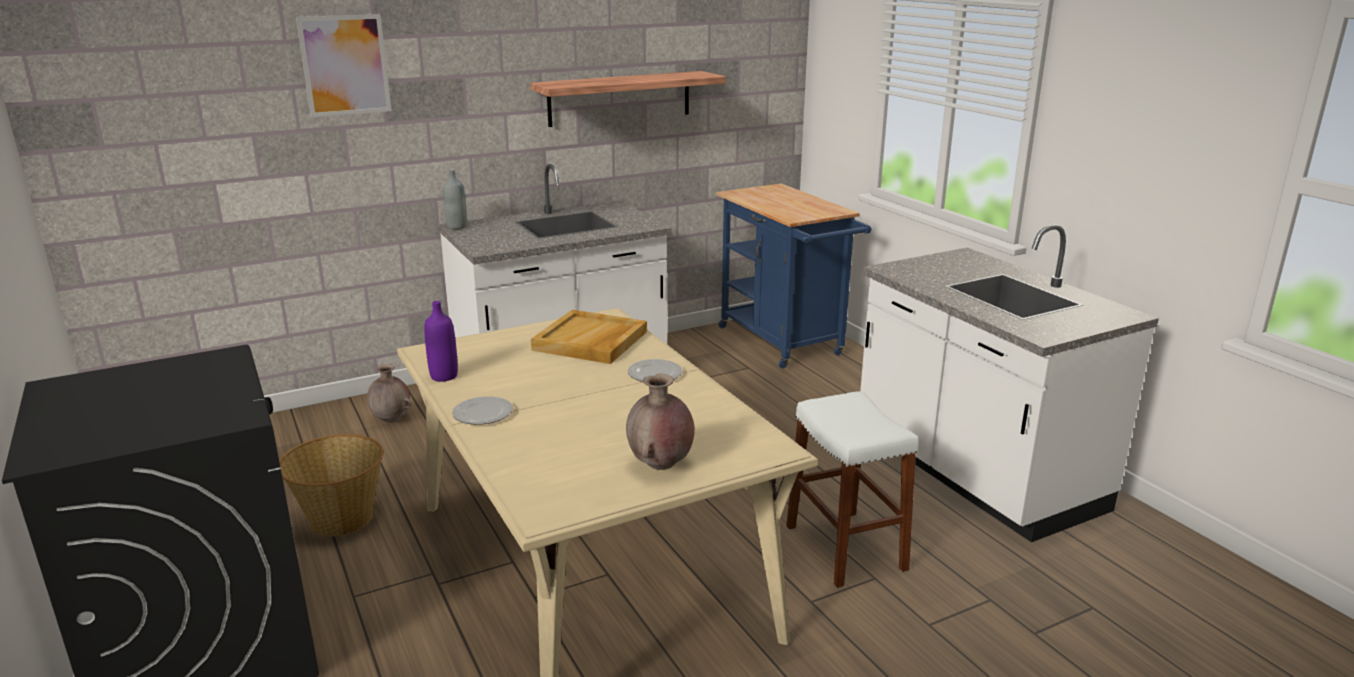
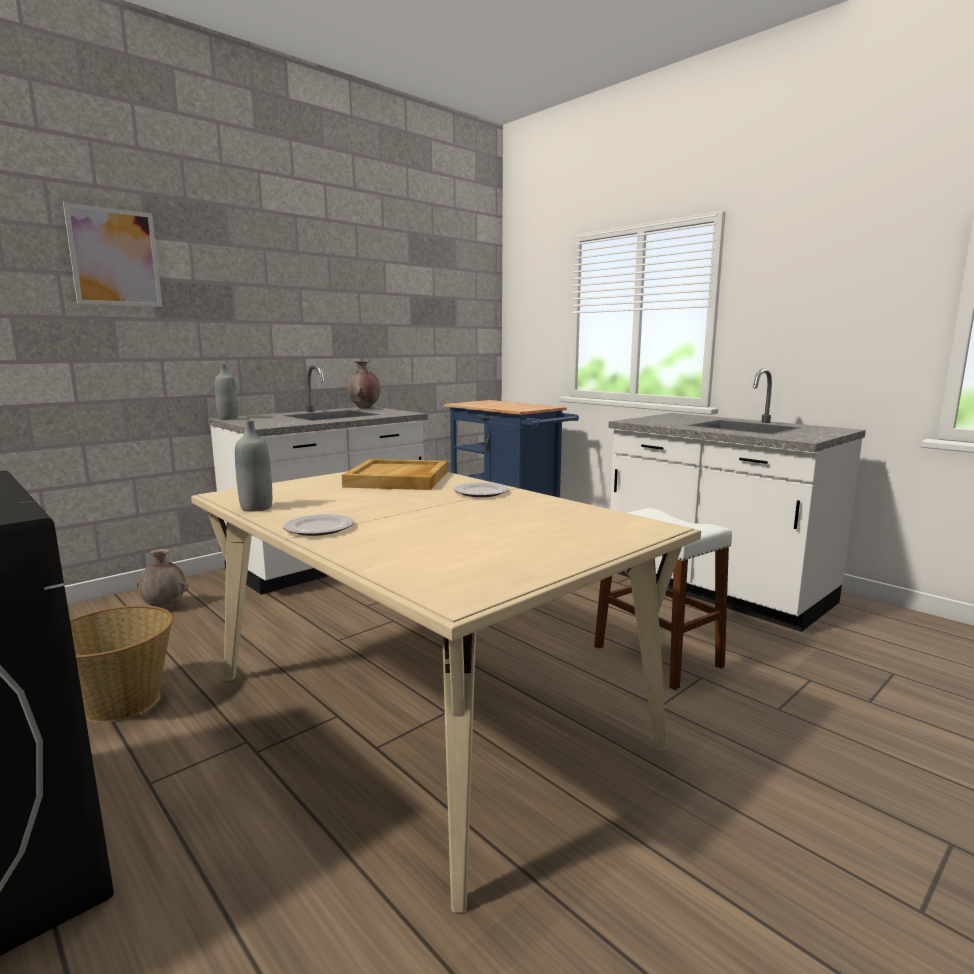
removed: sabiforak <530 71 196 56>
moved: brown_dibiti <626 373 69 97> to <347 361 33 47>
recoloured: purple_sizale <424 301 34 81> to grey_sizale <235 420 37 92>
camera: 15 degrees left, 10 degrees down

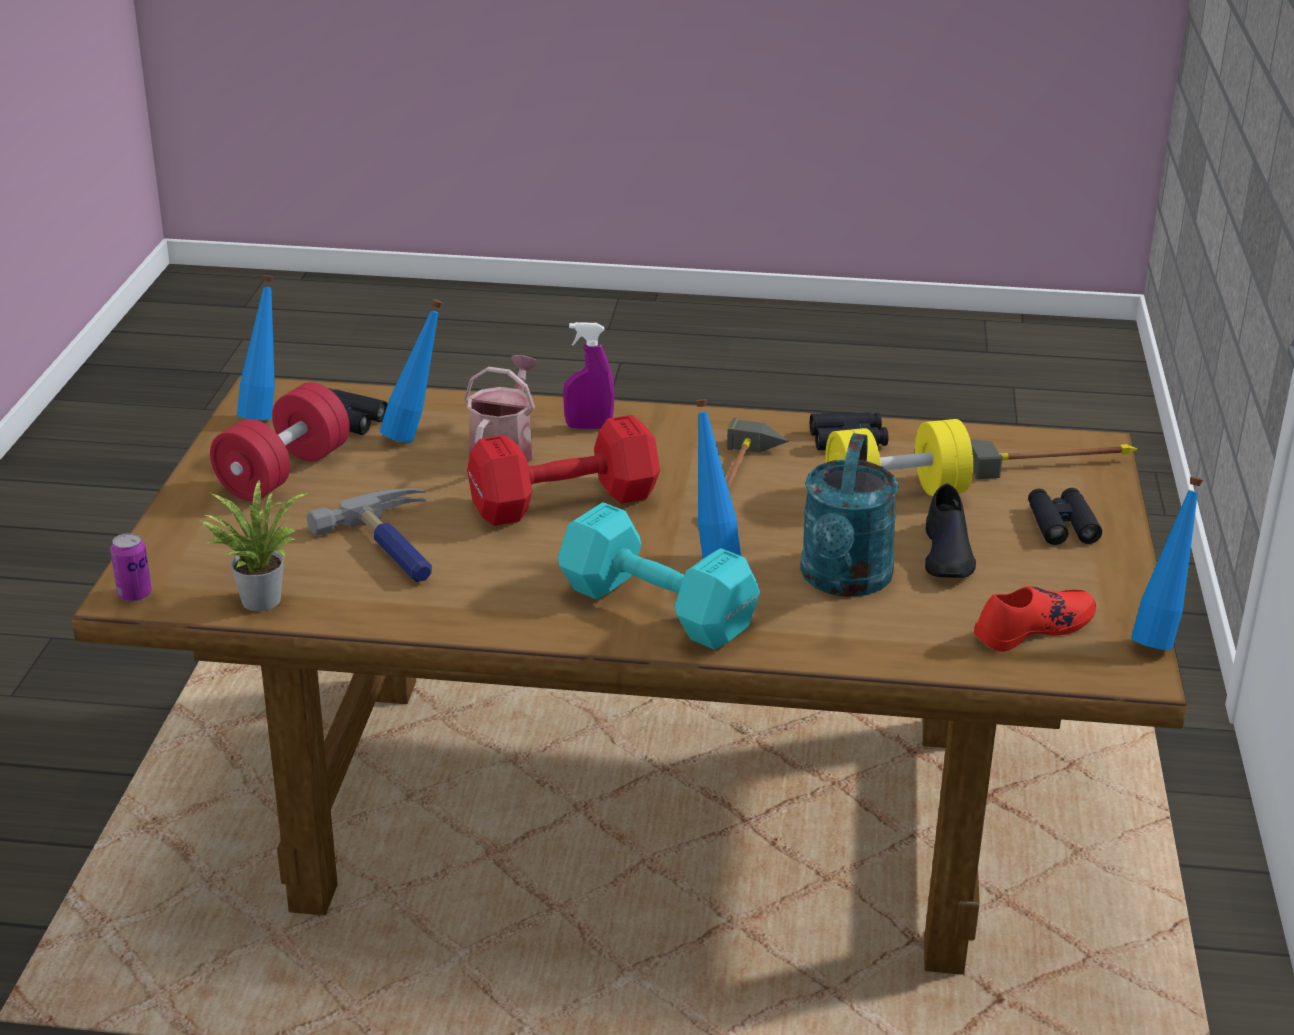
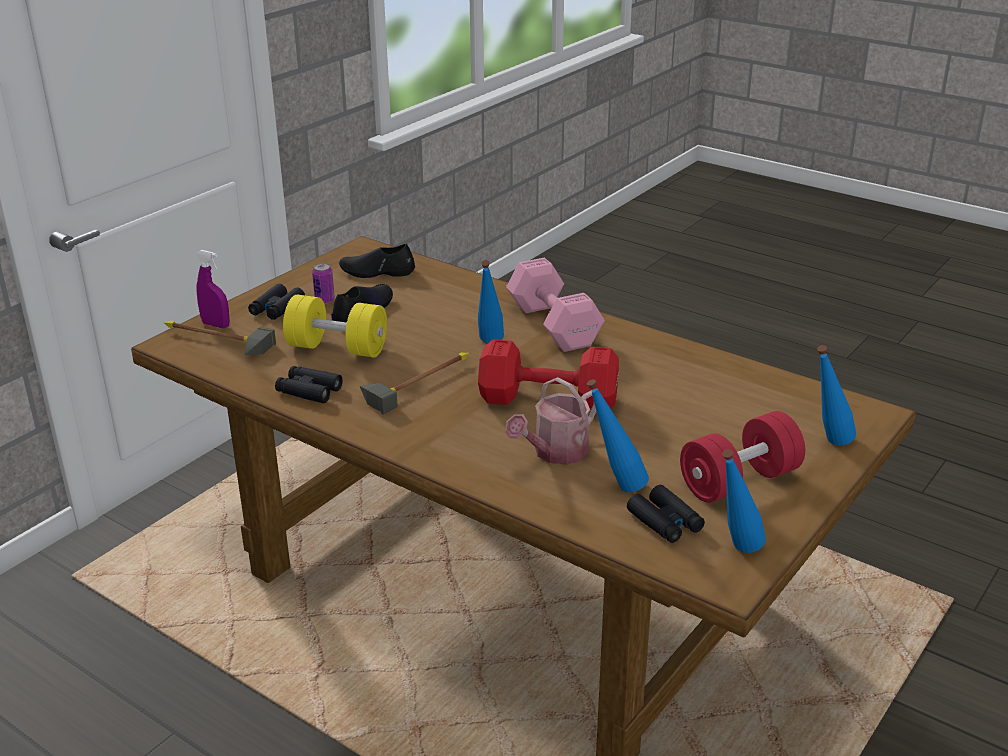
removed: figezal <197 480 113 131>; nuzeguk <307 488 125 94>; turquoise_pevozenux <800 433 99 164>
moved: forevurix <110 533 42 69> to <312 263 23 41>; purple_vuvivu <563 322 51 107> to <196 250 34 78>; blue_sizale <1131 477 72 173> to <817 345 39 101>
recoloured: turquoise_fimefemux <558 502 202 148> to pink_fimefemux <506 258 99 94>; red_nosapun <974 586 122 66> to black_nosapun <339 244 76 34>
camera: 150 degrees left, 0 degrees up

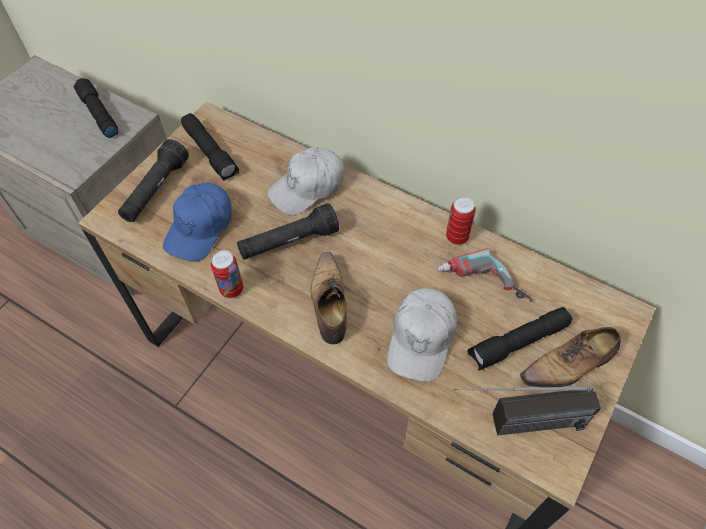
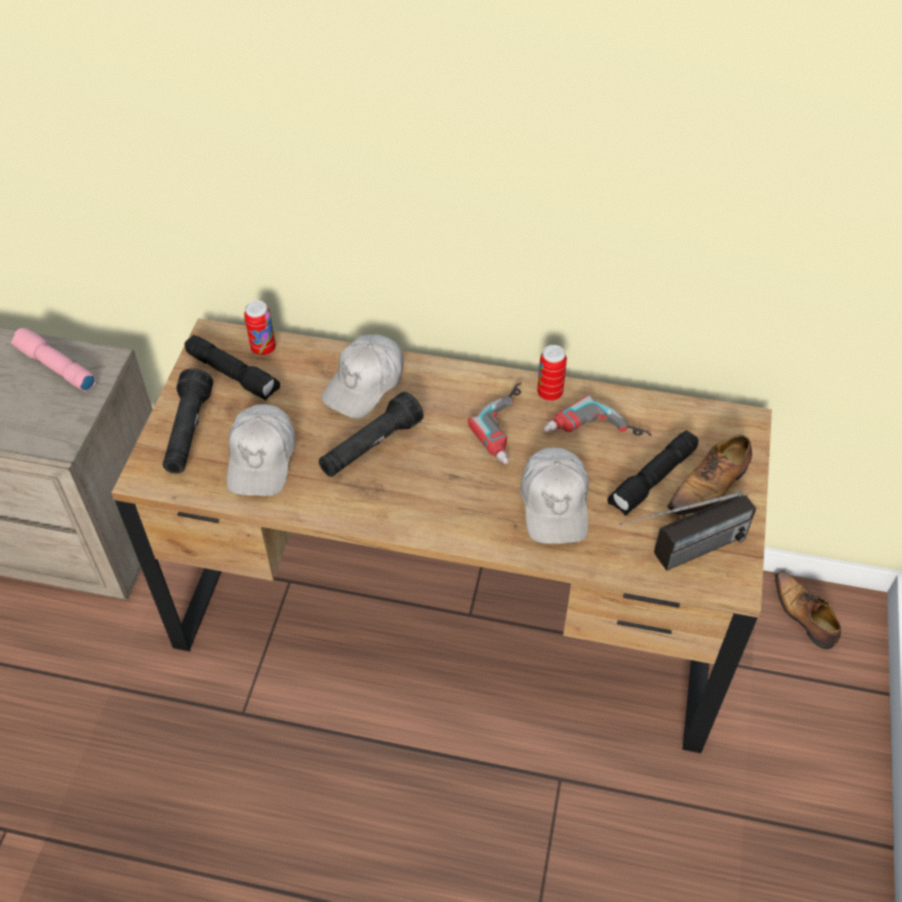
added: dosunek <468 383 53 81>
moved: forevurix <211 250 32 48> to <244 301 32 55>; nosapun <311 252 36 92> to <775 571 66 78>
recoloured: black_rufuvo <73 78 45 60> to pink_rufuvo <11 328 85 64>; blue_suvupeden <163 183 69 79> to white_suvupeden <227 404 68 92>
camera: 20 degrees left, 5 degrees down

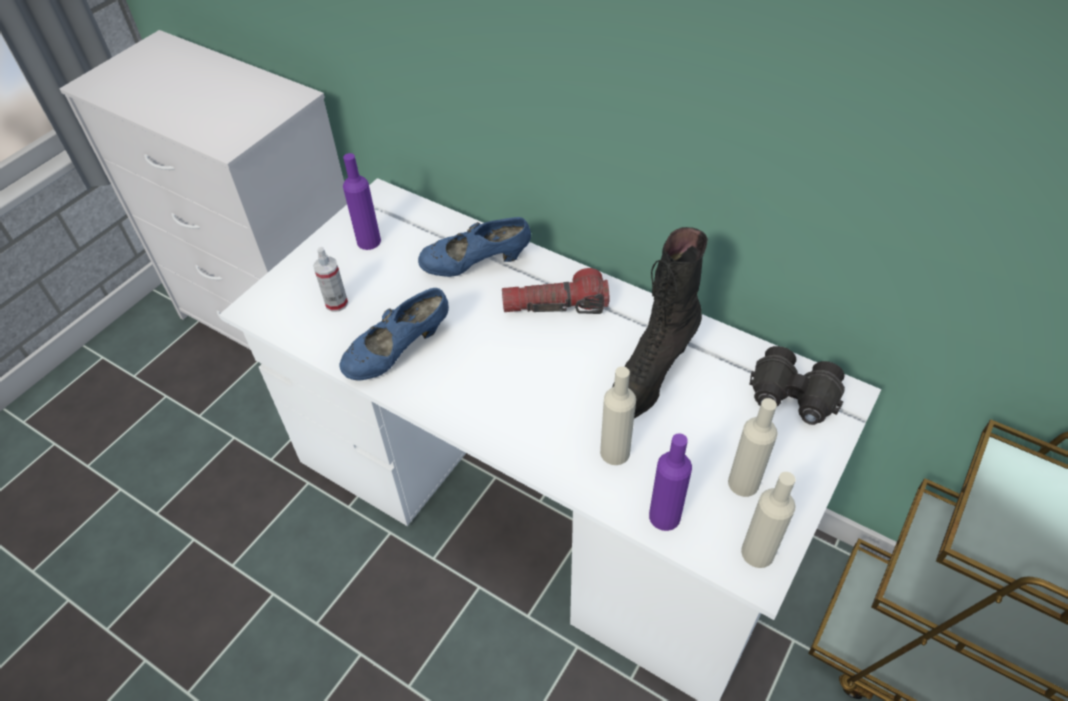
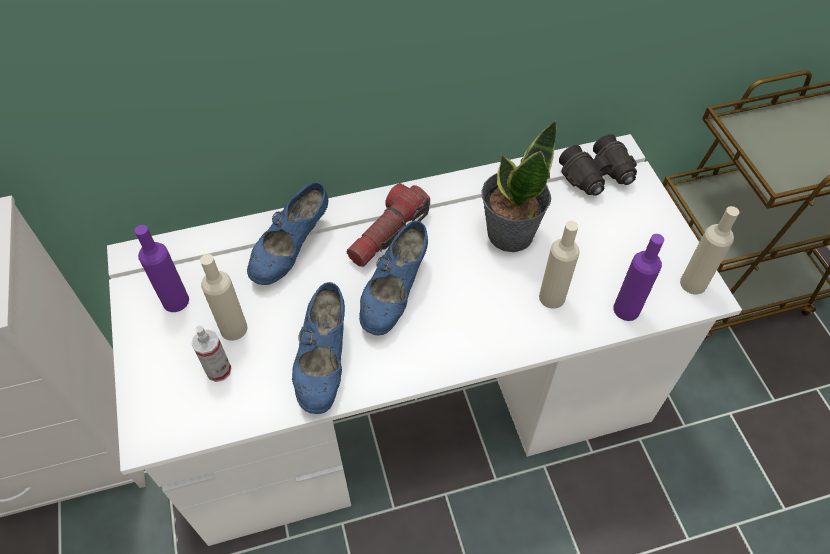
added: blue_nosapun <359 221 69 114>
moved: beige_sizale <728 398 50 99> to <200 254 47 87>
replaced: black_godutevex <612 227 96 192> to figezal <481 120 76 132>
camera: 50 degrees left, 5 degrees up

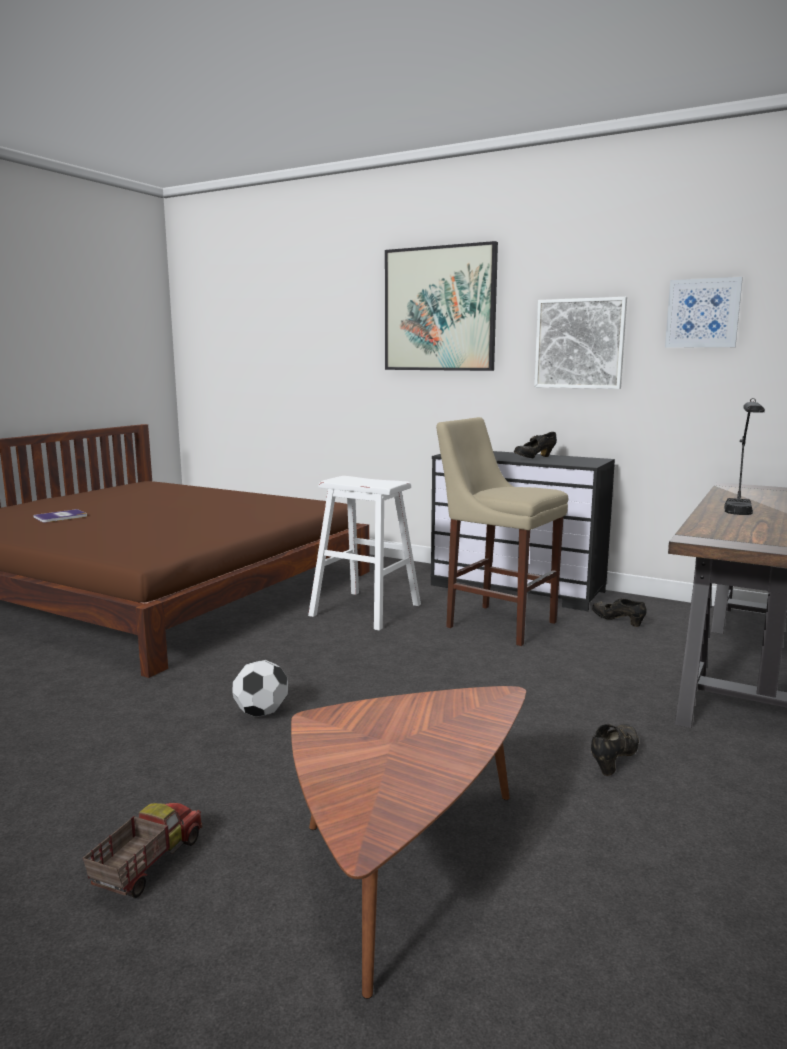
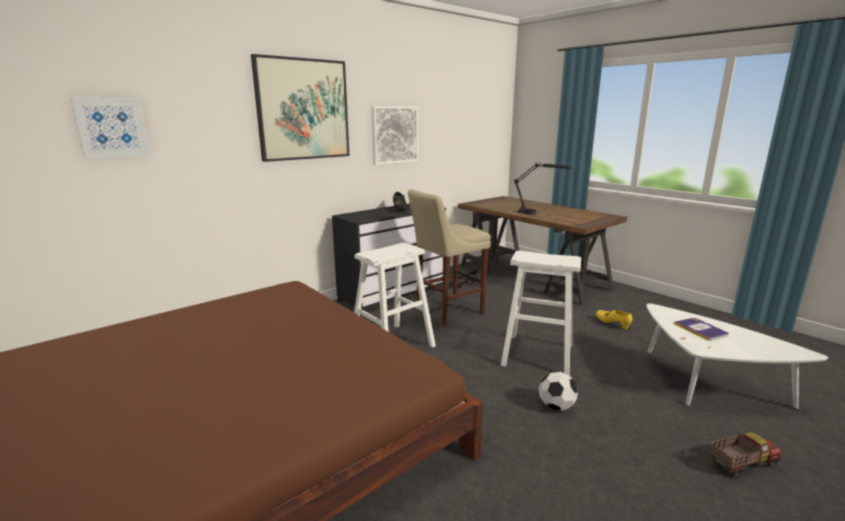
added: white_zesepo <501 251 80 125>
moved: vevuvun <33 509 54 13> to <674 318 55 23>; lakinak <665 277 78 71> to <71 97 79 61>
recoloured: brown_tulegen <291 686 236 313> to white_tulegen <646 303 182 106>; black_nosapun <591 724 48 52> to yellow_nosapun <596 310 36 19>
turned: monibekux <83 802 119 96> = <710 432 72 46> 120 degrees clockwise
camera: 70 degrees left, 5 degrees up

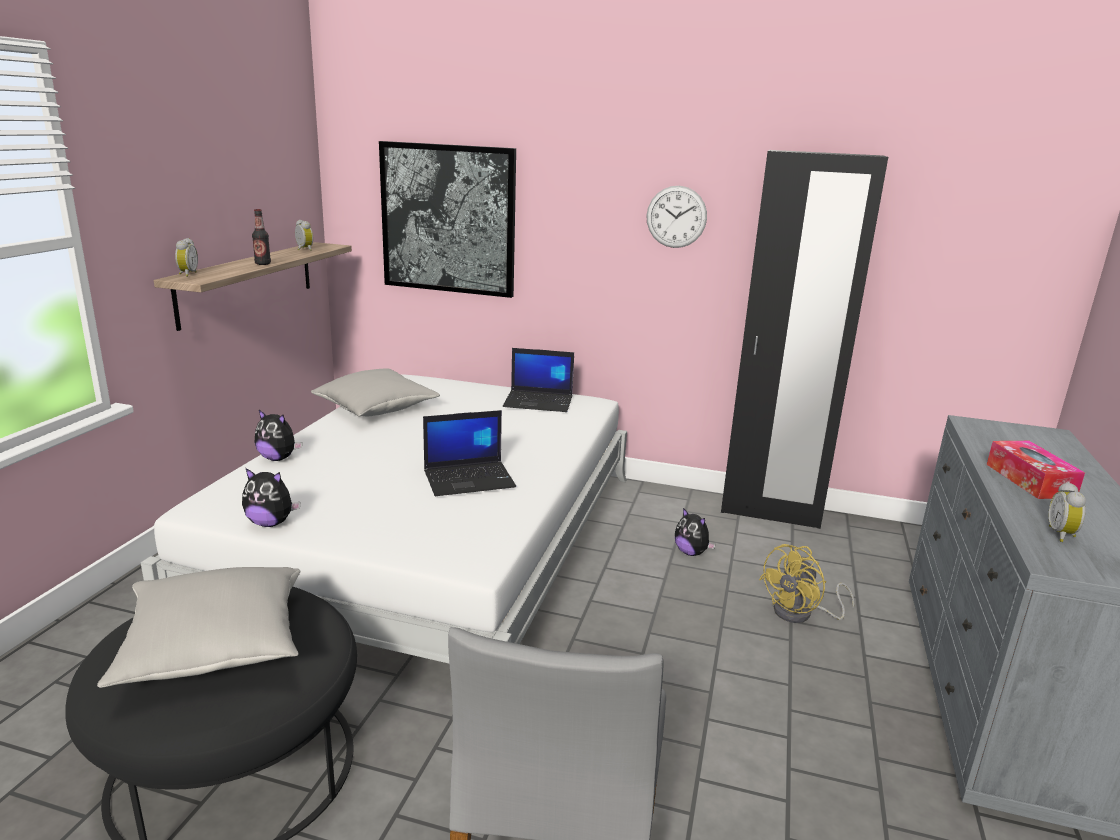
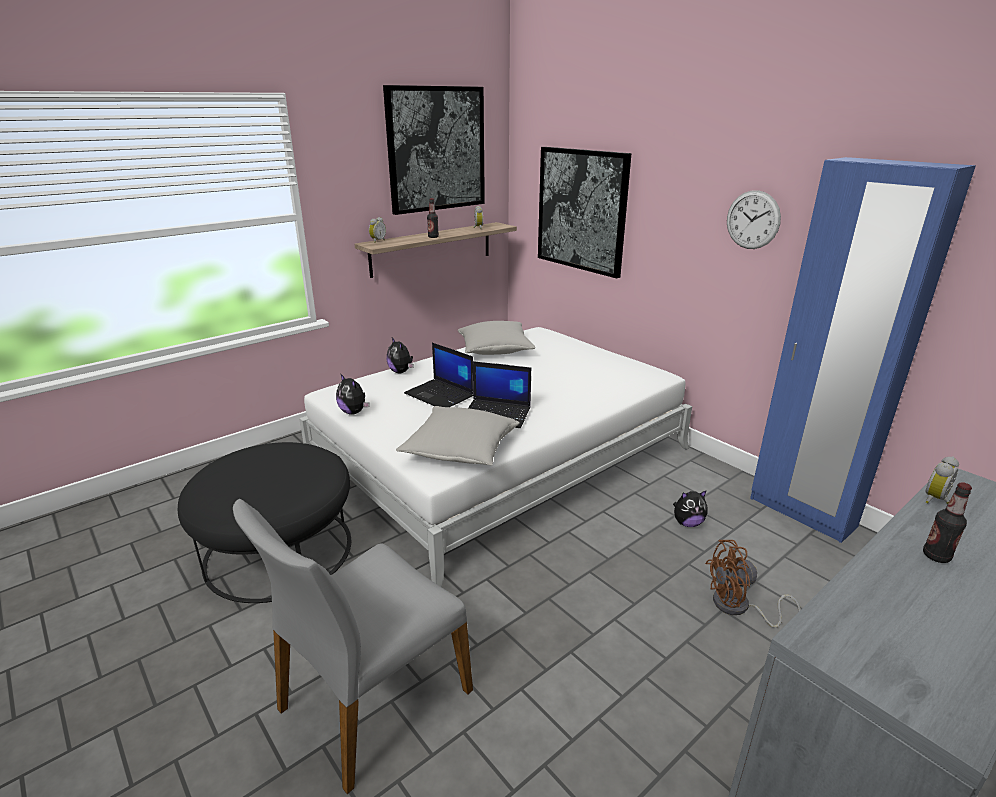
added: lakinak <383 85 102 130>
moved: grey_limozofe <97 567 203 121> to <396 406 124 59>; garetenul <503 348 71 64> to <404 343 69 64>; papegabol <1048 482 38 60> to <926 456 33 48>
replaced: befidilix <987 441 98 58> to sizale <923 482 49 81>
recoloured: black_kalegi <721 150 167 379> to blue_kalegi <750 157 226 386>; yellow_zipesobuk <759 544 95 79> to brown_zipesobuk <705 540 96 88>
turned: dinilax <675 508 41 48> = <673 490 34 37> 90 degrees counterclockwise
camera: 35 degrees right, 5 degrees up

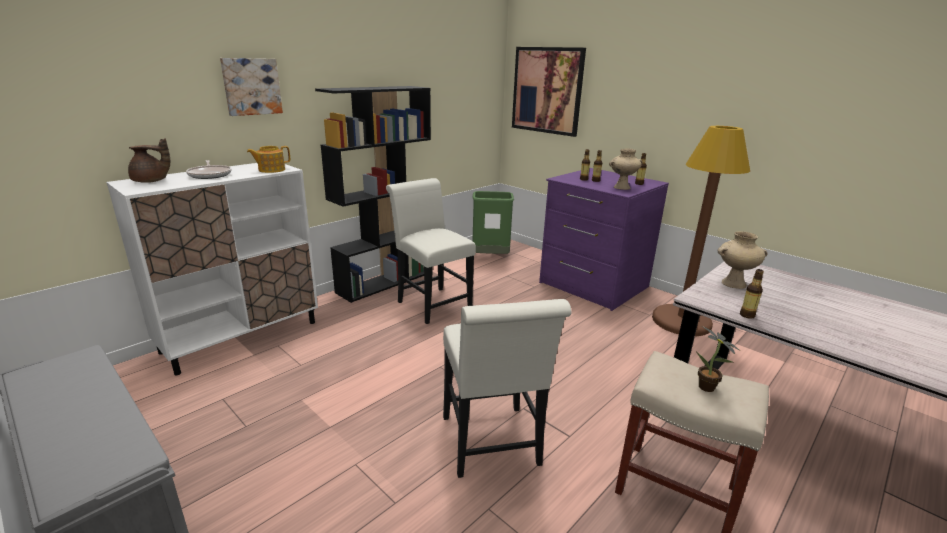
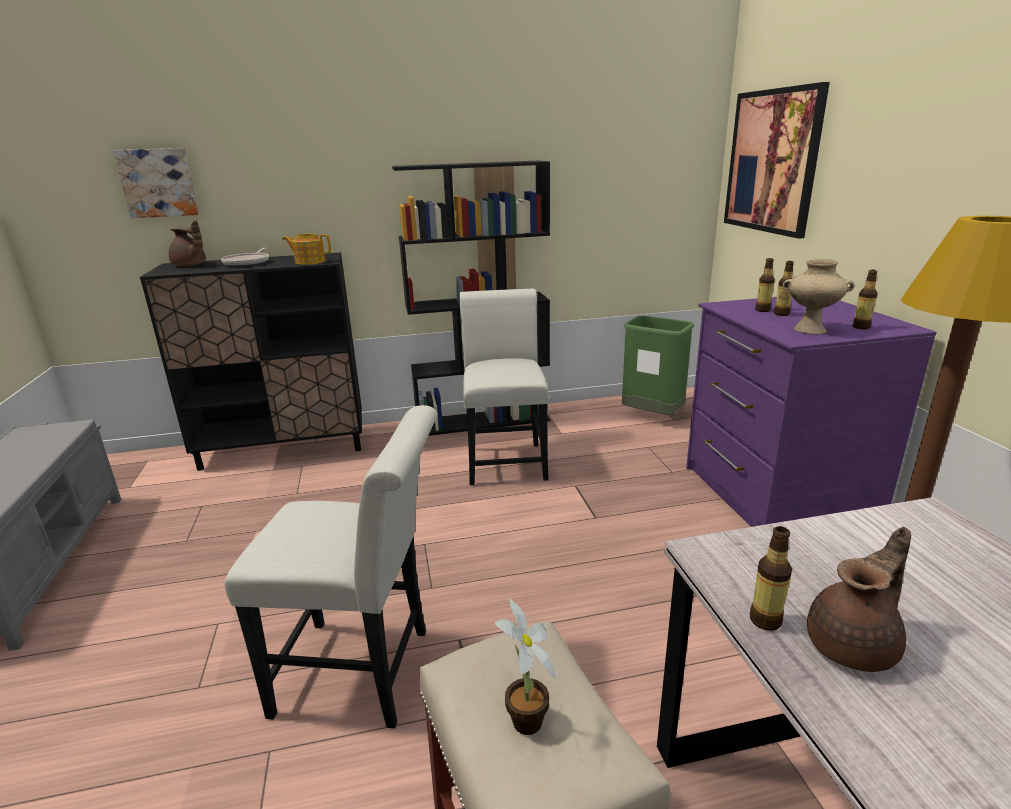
removed: beige_dibiti <717 231 51 58>
added: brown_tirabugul <807 527 104 145>
moved: lakinak <220 58 63 58> to <113 148 86 70>
recoloured: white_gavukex <106 163 212 212> to black_gavukex <140 252 222 219>
turned: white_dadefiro <443 299 128 179> = <224 405 214 323> 105 degrees counterclockwise
camera: 35 degrees right, 0 degrees up

